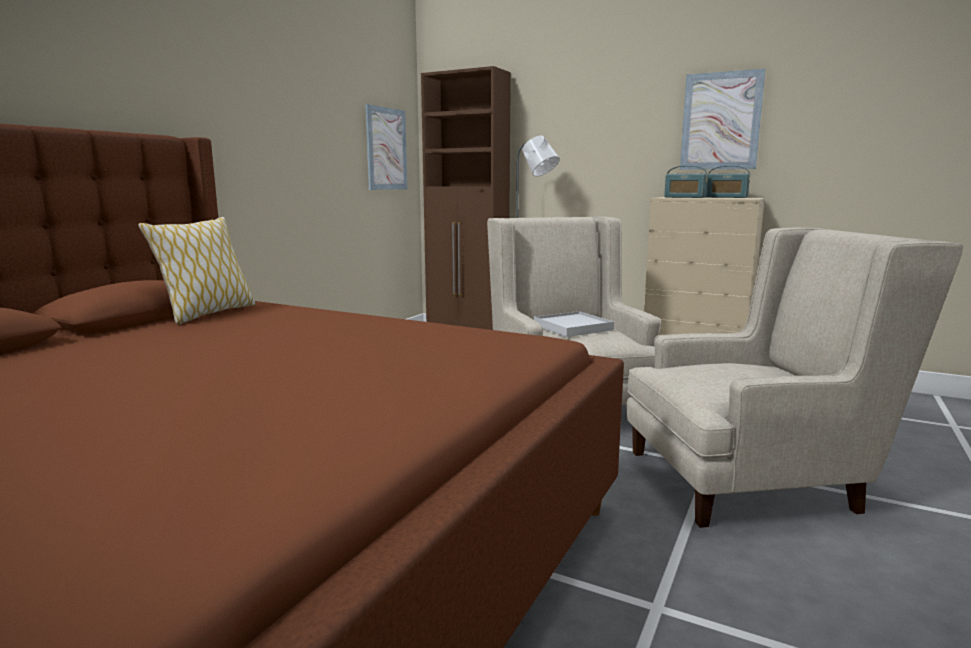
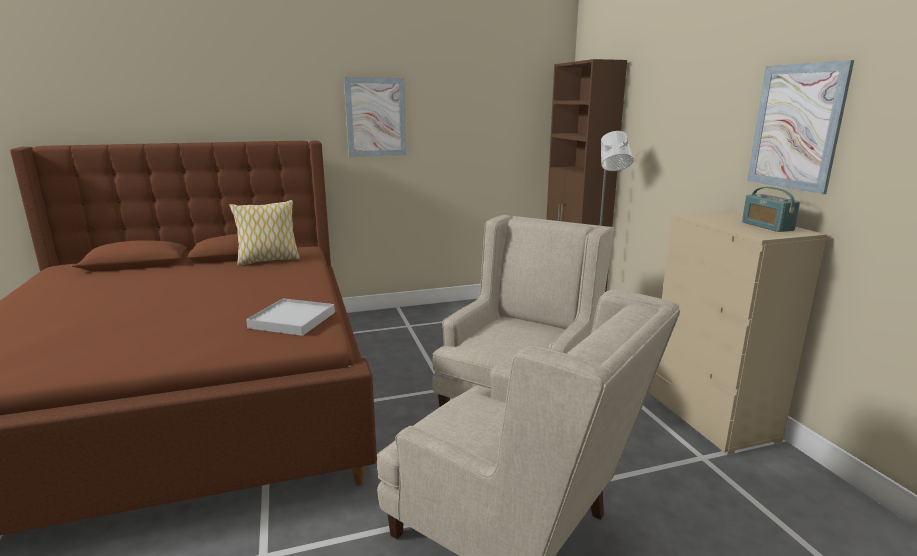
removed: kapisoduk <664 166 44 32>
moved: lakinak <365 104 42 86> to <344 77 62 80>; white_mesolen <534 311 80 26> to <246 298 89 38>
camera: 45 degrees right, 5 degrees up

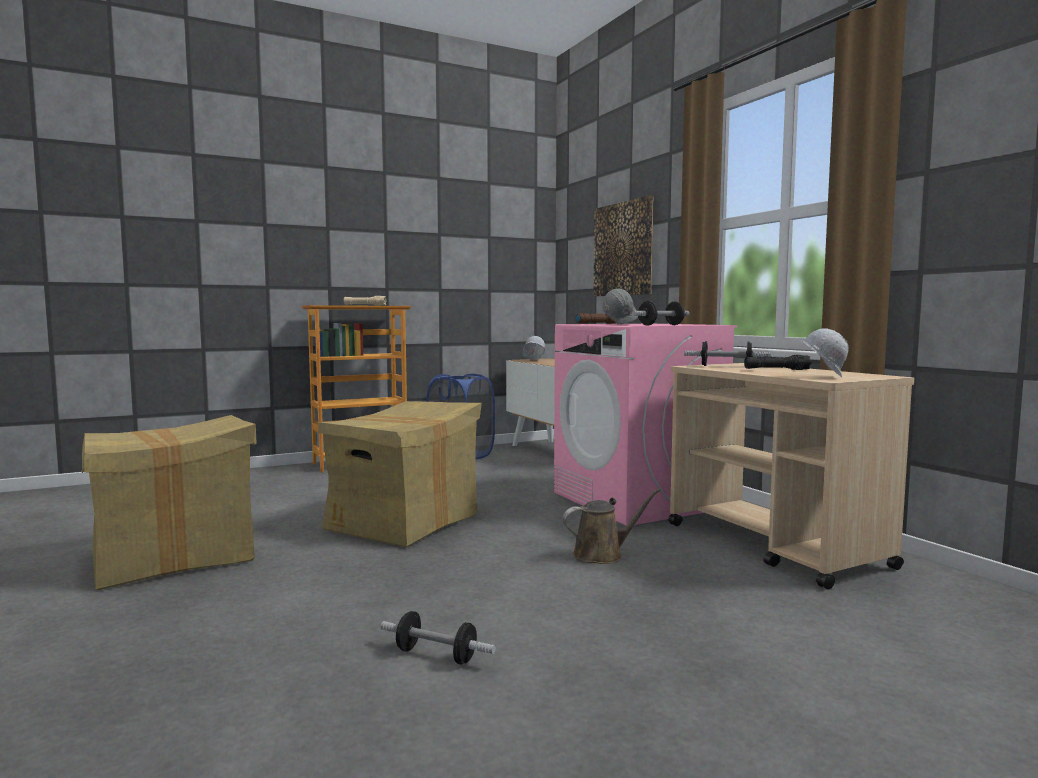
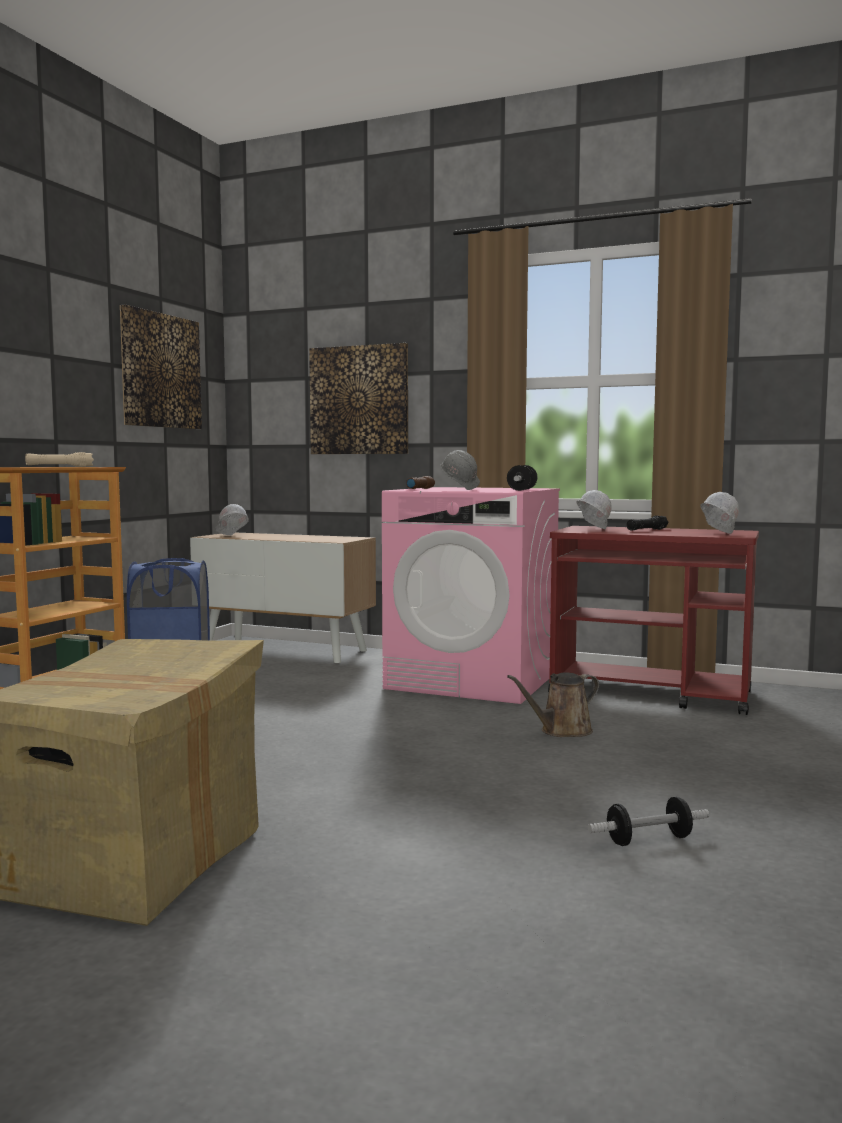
removed: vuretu <318 401 164 146>
added: lakinak <120 305 82 124>
replaced: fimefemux <684 341 87 25> to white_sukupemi <576 490 36 39>
recoloured: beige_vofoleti <668 363 246 227> to red_vofoleti <548 526 211 189>
turned: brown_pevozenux <563 489 98 75> = <507 672 92 65> 150 degrees counterclockwise
camera: 40 degrees left, 0 degrees up

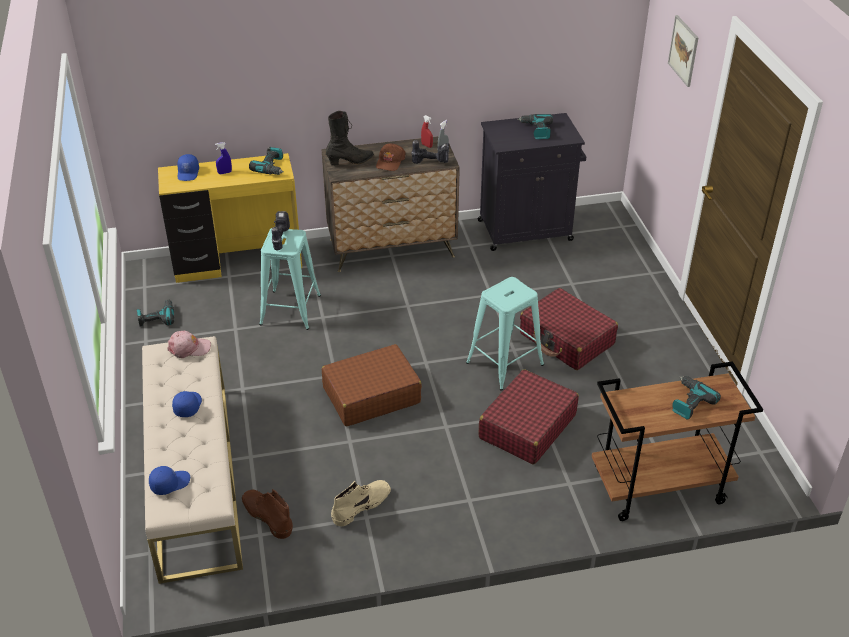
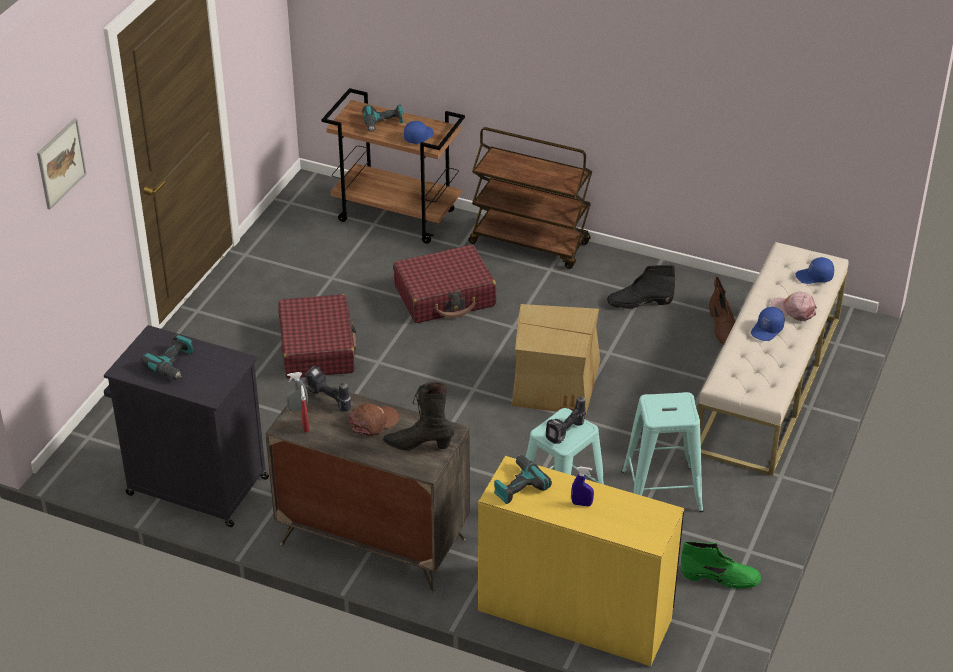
added: brown_vofoleti <468 127 124 142>
moved: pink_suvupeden <167 331 44 27> to <771 292 46 29>; blue_suvupeden <177 154 22 27> to <404 121 30 23>; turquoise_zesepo <466 277 78 113> to <621 392 82 120>
replaced: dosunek <137 299 37 28> to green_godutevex <681 541 80 48>; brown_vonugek <322 344 100 82> to vuretu <512 304 88 111>
recoloured: beige_godutevex <331 480 60 46> to black_godutevex <607 265 68 44>
camera: 145 degrees left, 0 degrees up

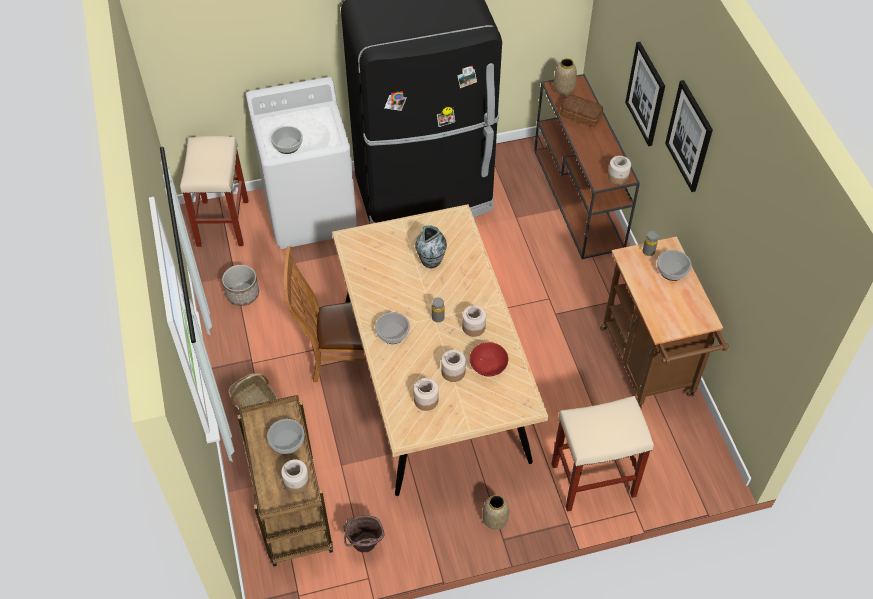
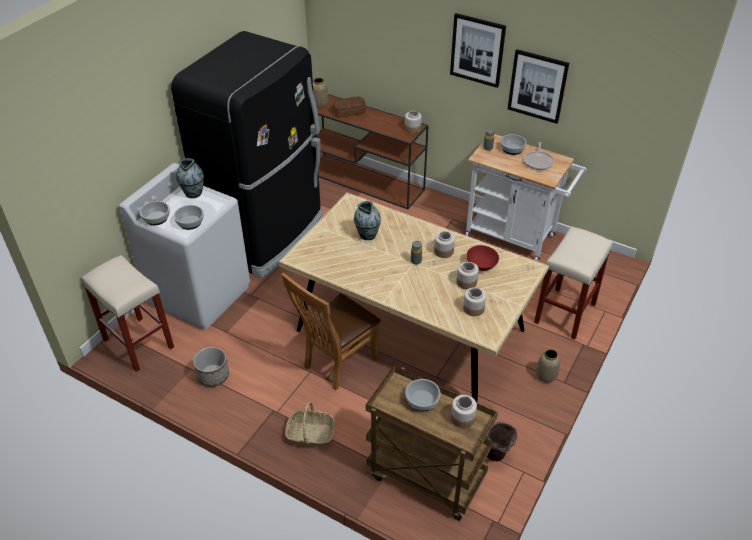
added: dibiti <176 158 28 40>; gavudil <524 142 30 28>
moved: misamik <375 312 35 32> to <140 201 30 24>; lakinak <625 42 40 104> to <508 49 61 75>
recoloured: brown_vofoleti <600 236 129 172> to white_vofoleti <465 134 121 127>
camera: 45 degrees left, 10 degrees down

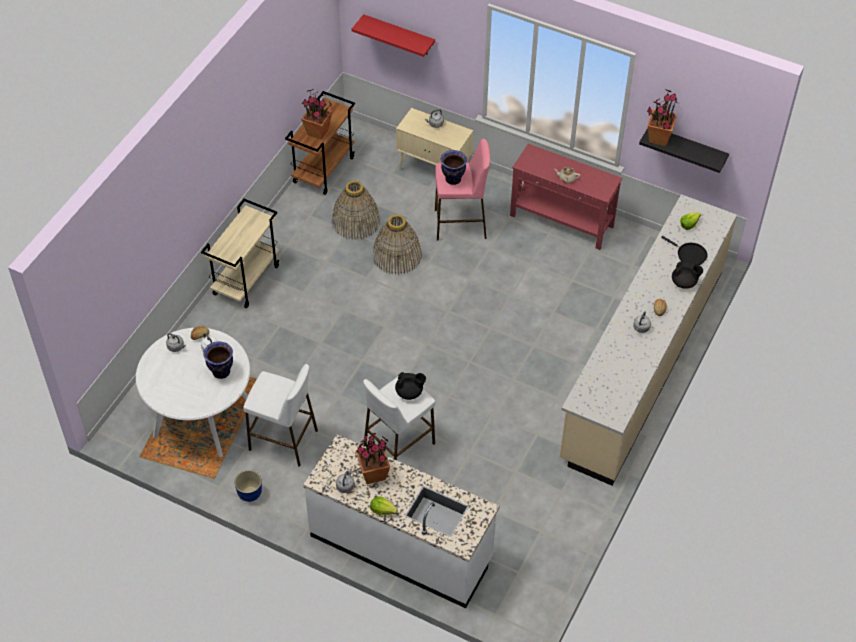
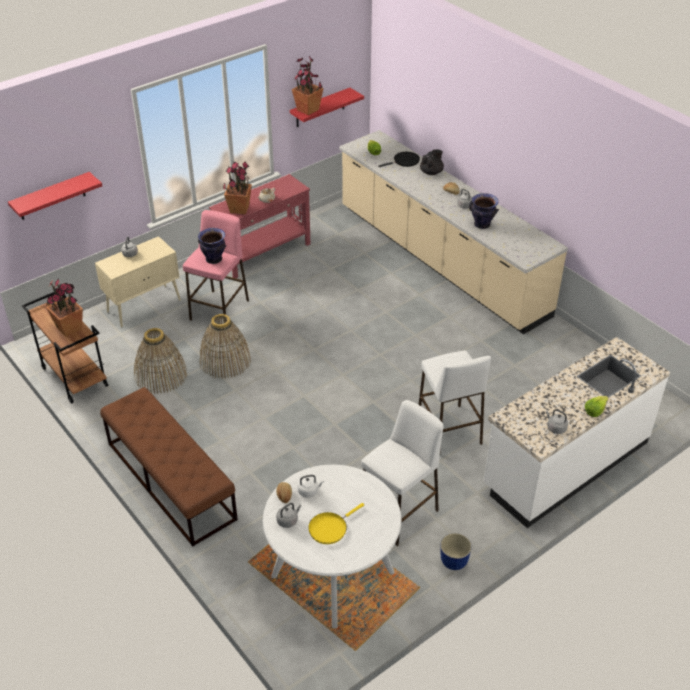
removed: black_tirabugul <395 372 31 28>
added: yellow_gavudil <308 503 56 41>
moved: dibiti <203 342 30 37> to <469 193 30 36>; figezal <356 433 34 51> to <223 162 29 53>
replaced: beige_vofoleti <201 199 79 109> to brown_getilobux <100 387 138 160>
recoloured: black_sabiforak <639 128 90 45> to red_sabiforak <290 88 74 39>
camera: 65 degrees left, 10 degrees down

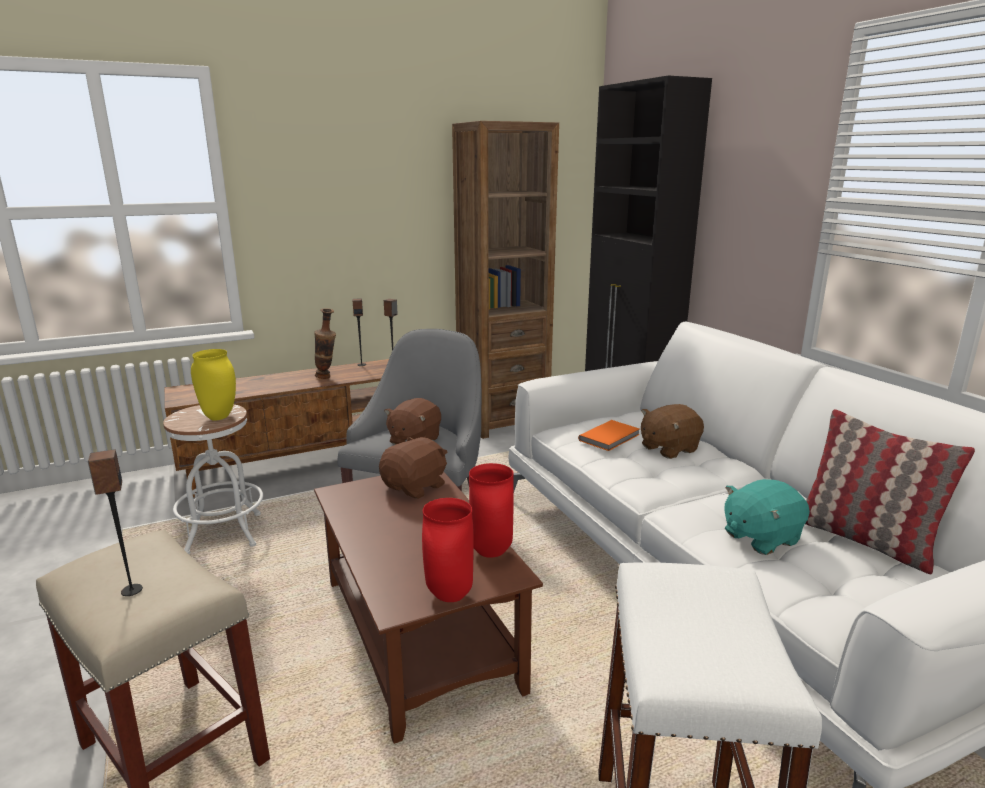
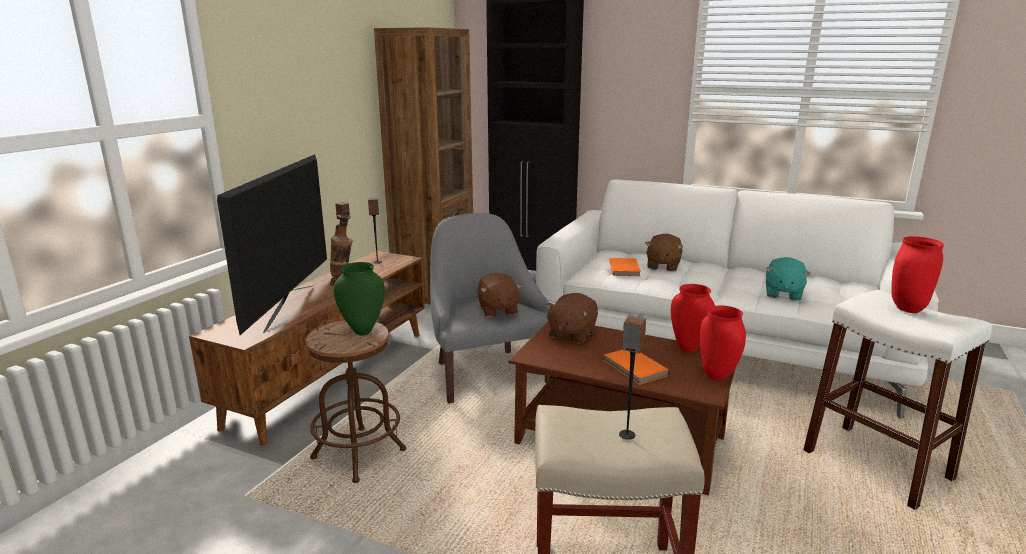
removed: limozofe <805 409 170 165>
added: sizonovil <217 154 110 181>; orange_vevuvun <603 350 67 35>; red_dibiti <892 236 52 77>
recoloured: white_zesepo <163 404 100 150> to brown_zesepo <306 320 100 163>; yellow_dibiti <191 349 45 72> to green_dibiti <334 262 51 74>
turned: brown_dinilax <379 437 69 62> = <545 293 53 51> 150 degrees counterclockwise
camera: 40 degrees left, 0 degrees up

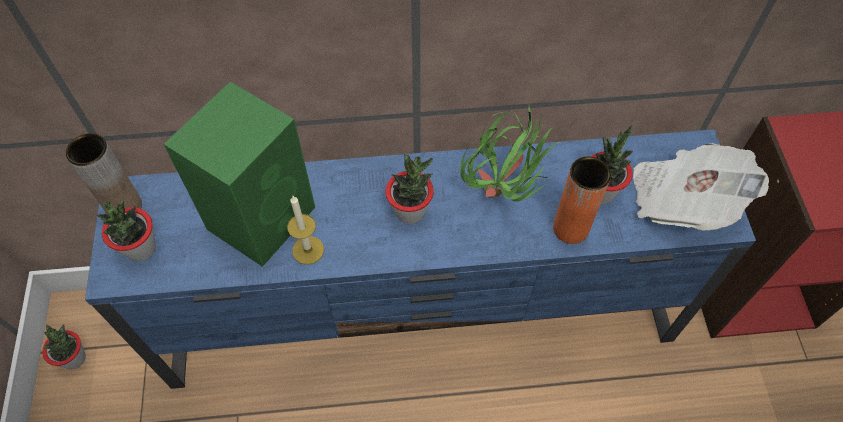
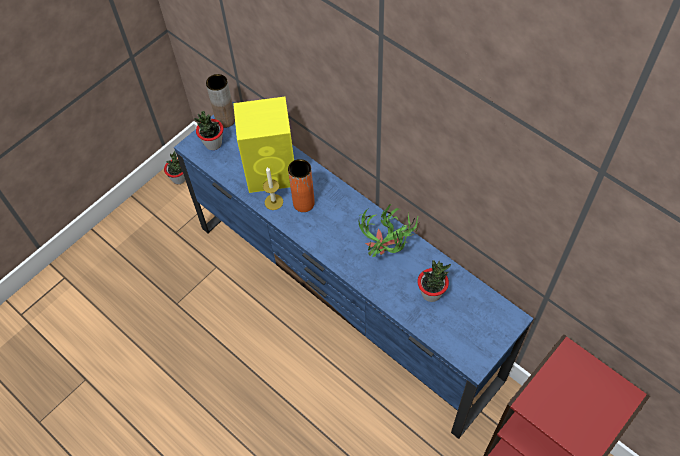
removed: figezal <385 153 49 71>; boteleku <633 143 136 88>
moved: orange_dibiti <553 156 58 88> to <288 159 27 53>
recoloured: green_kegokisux <164 82 151 185> to yellow_kegokisux <233 97 61 96>
camera: 50 degrees right, 0 degrees up

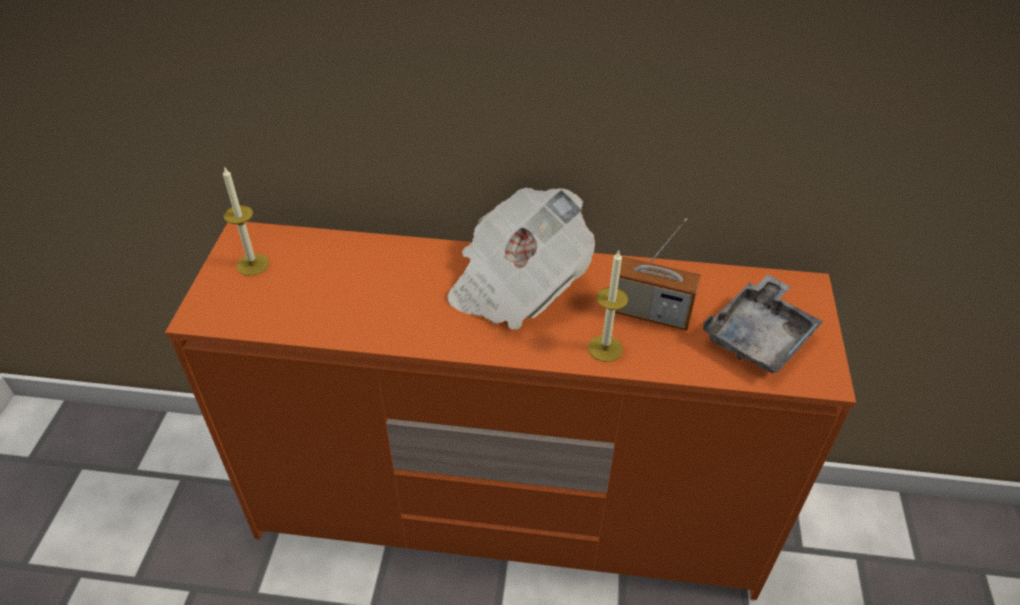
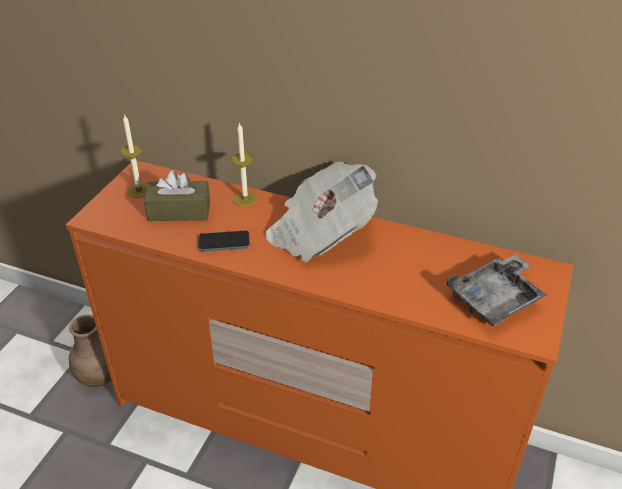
removed: kapisoduk <615 219 86 112>
added: brown_dibiti <69 315 42 72>; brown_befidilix <144 170 66 51>; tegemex <198 230 52 21>
moved: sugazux <588 250 40 112> to <232 122 25 85>
camera: 15 degrees right, 5 degrees down

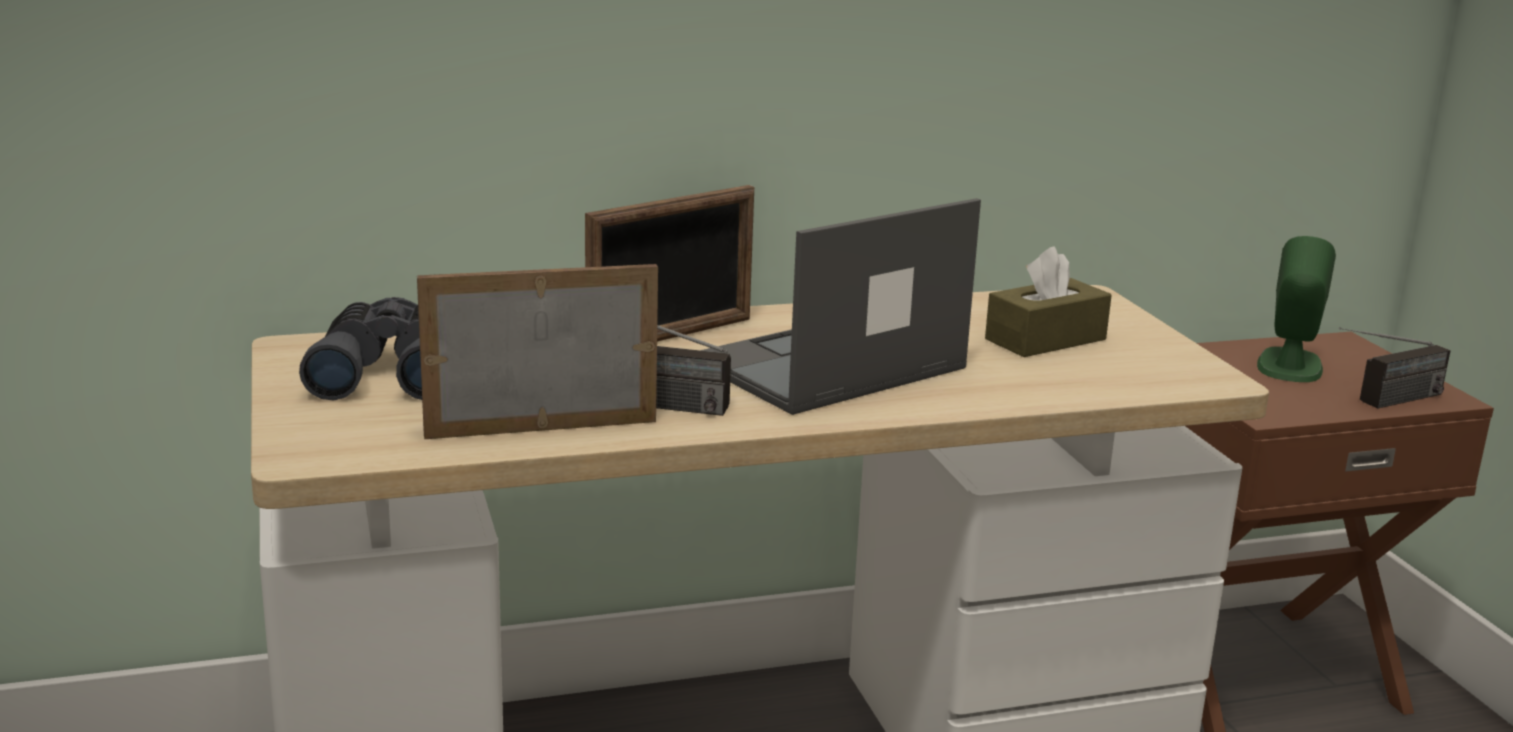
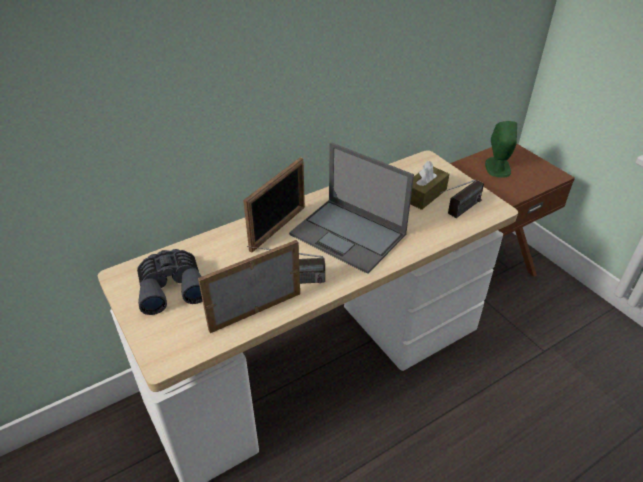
moved: kapisoduk <1339 327 111 81> to <440 180 44 38>
turned: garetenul <700 198 281 217> = <289 142 125 132> 90 degrees counterclockwise
camera: 15 degrees left, 20 degrees up

